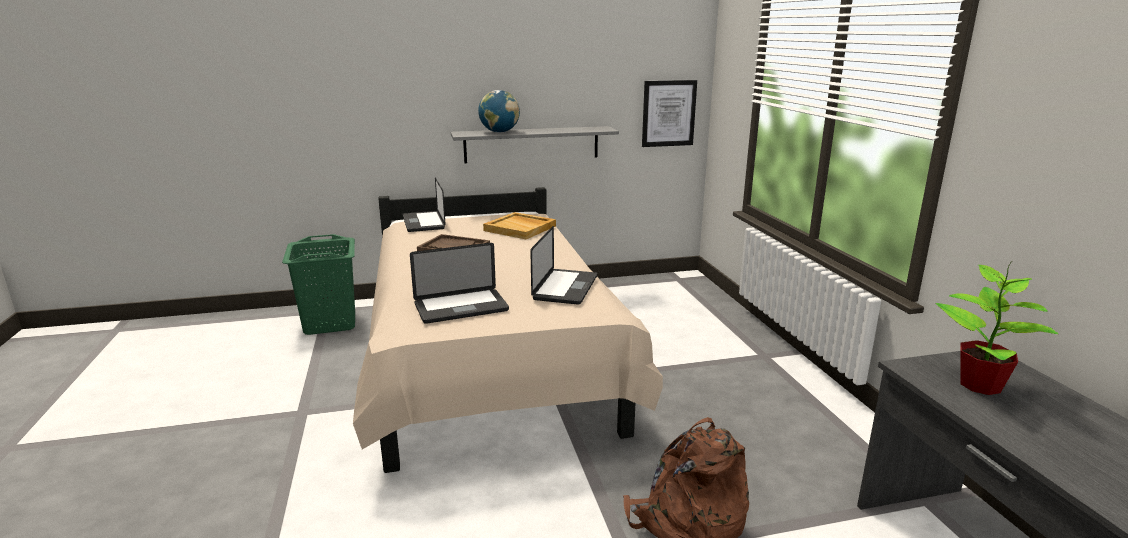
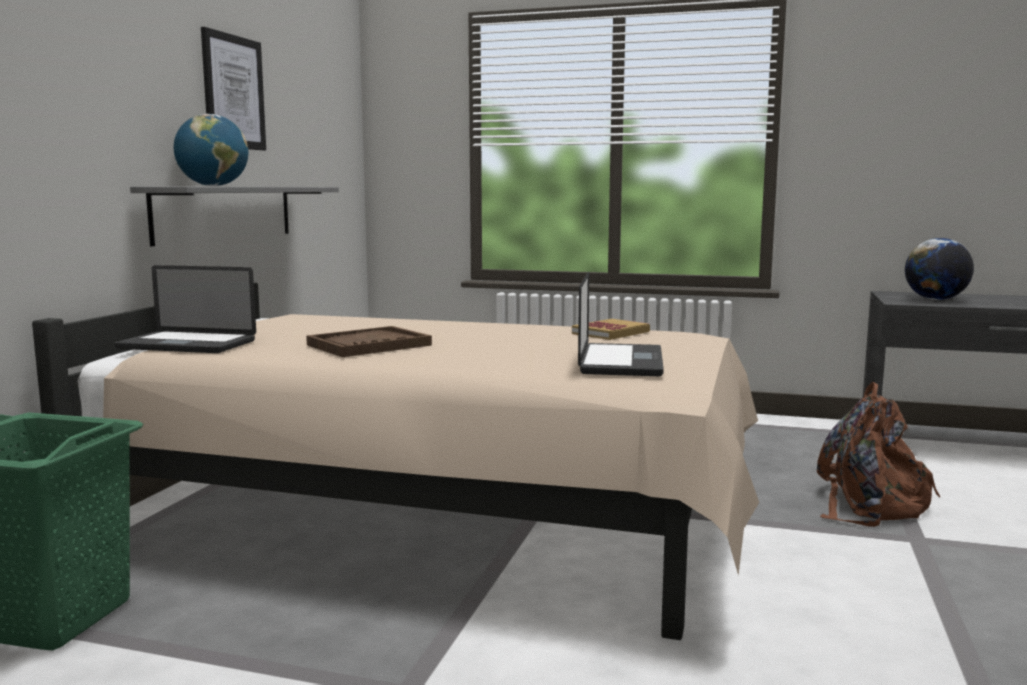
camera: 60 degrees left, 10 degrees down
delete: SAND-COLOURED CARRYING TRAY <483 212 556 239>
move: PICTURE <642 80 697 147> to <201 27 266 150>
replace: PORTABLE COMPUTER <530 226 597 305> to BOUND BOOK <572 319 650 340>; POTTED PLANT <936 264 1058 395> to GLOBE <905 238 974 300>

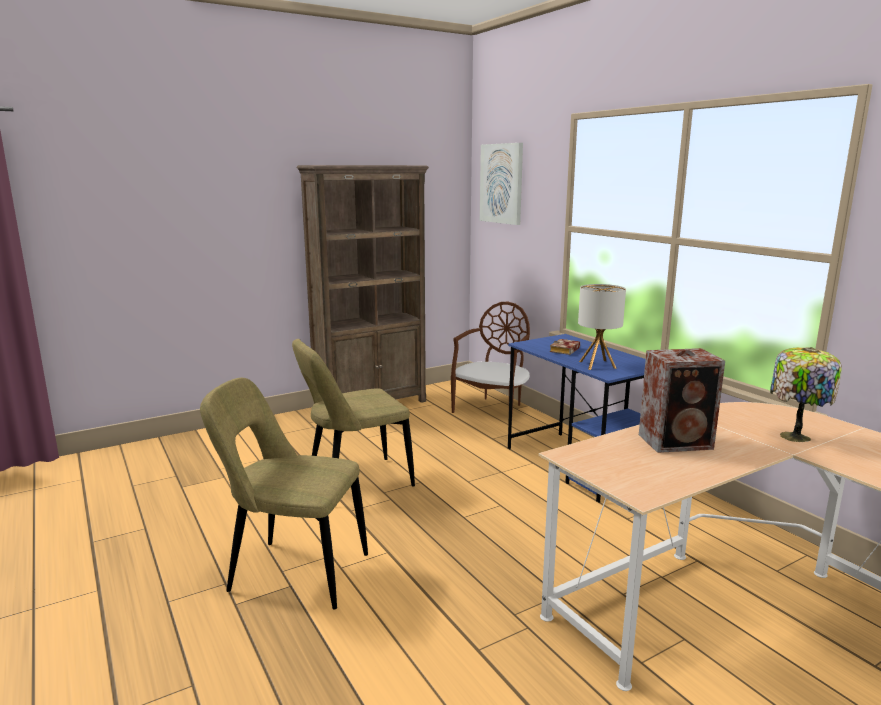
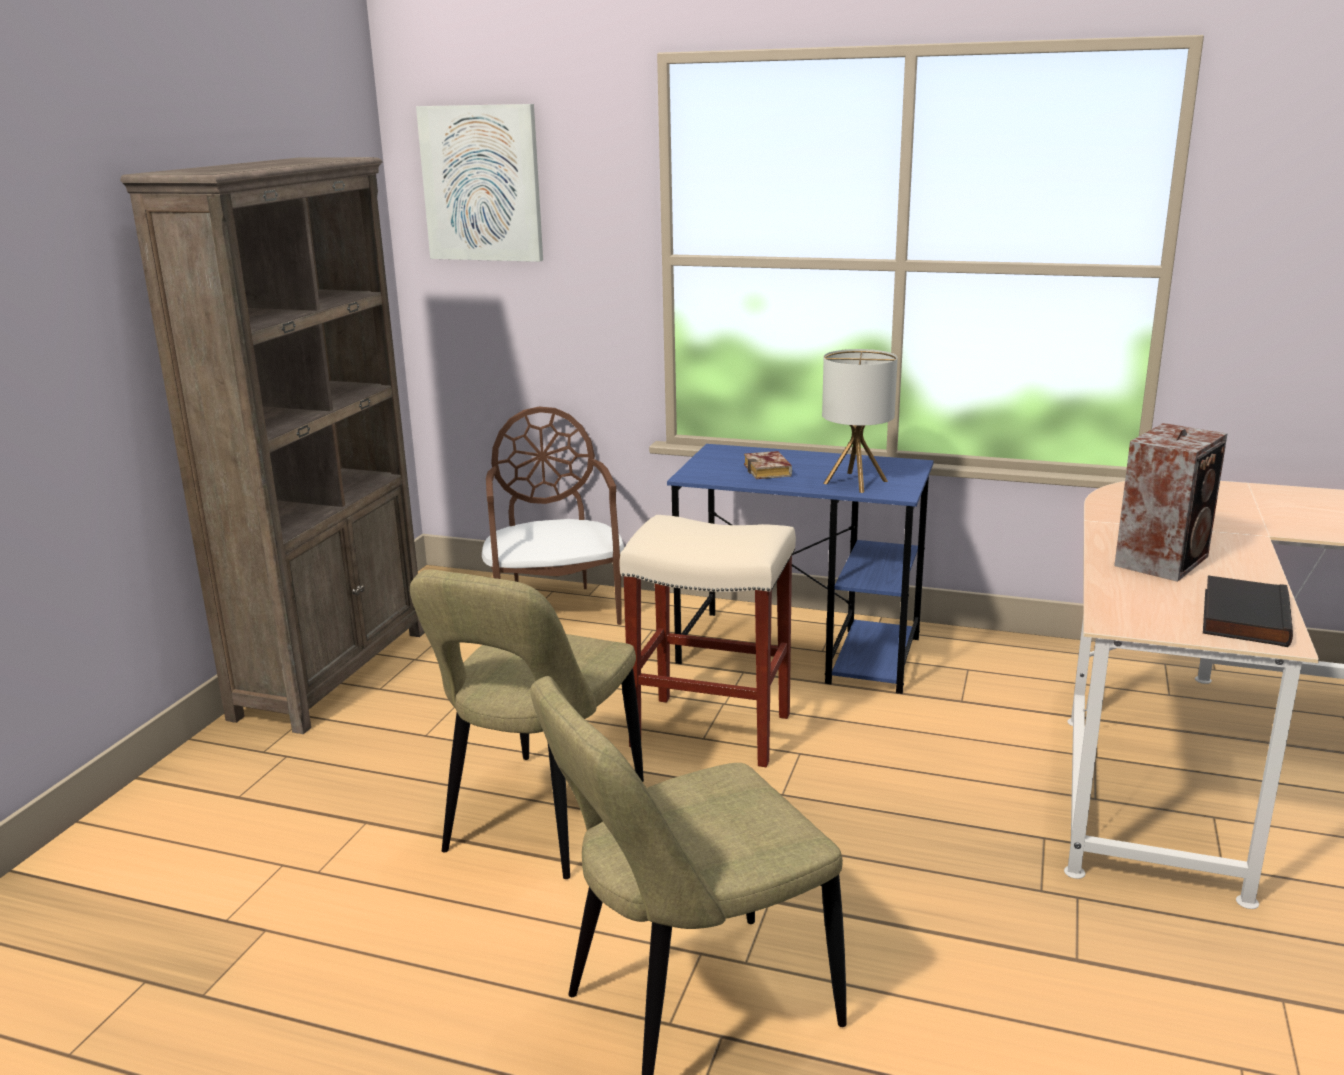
camera: 40 degrees left, 5 degrees up
delete: TABLE LAMP <770 347 842 442>
insert: SAND-COLOURED STOOL <620 515 796 767>; BLACKISH BOUND BOOK <1203 575 1293 647>

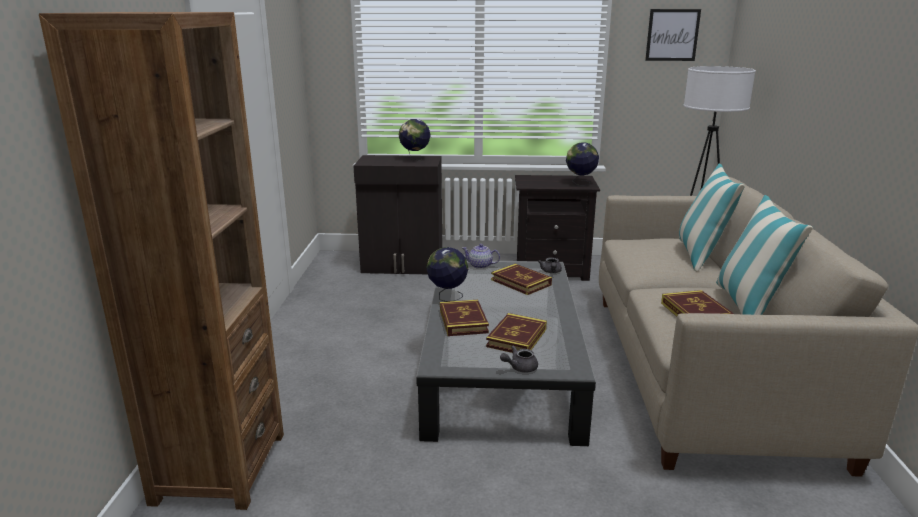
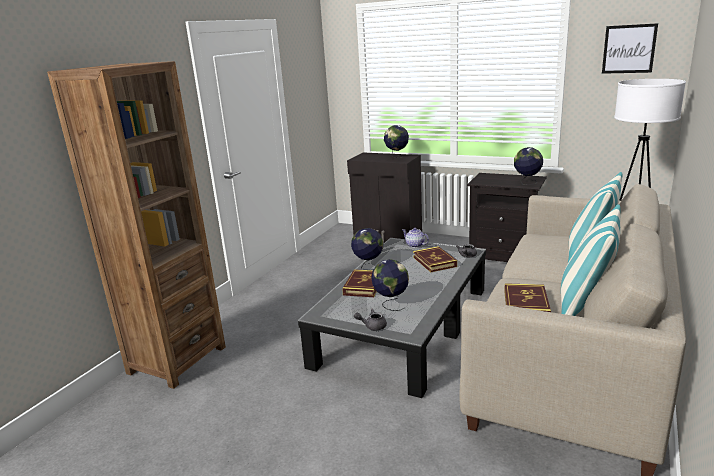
camera: 25 degrees right, 0 degrees up
replace: BOUND BOOK <486 313 547 353> to GLOBE <371 259 409 311>

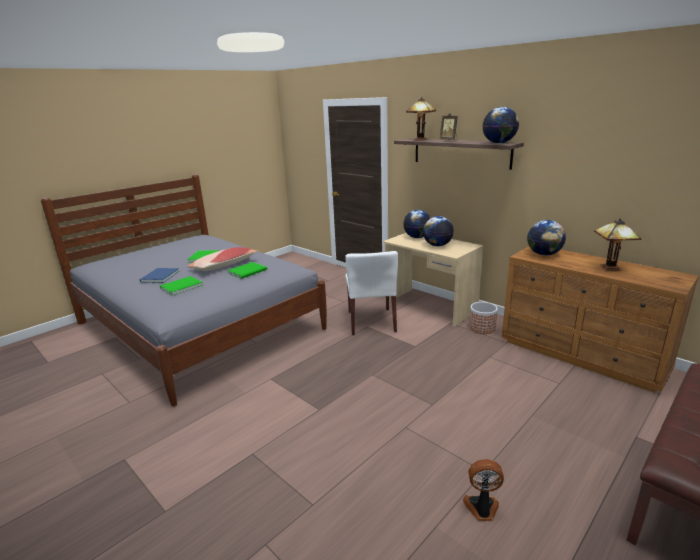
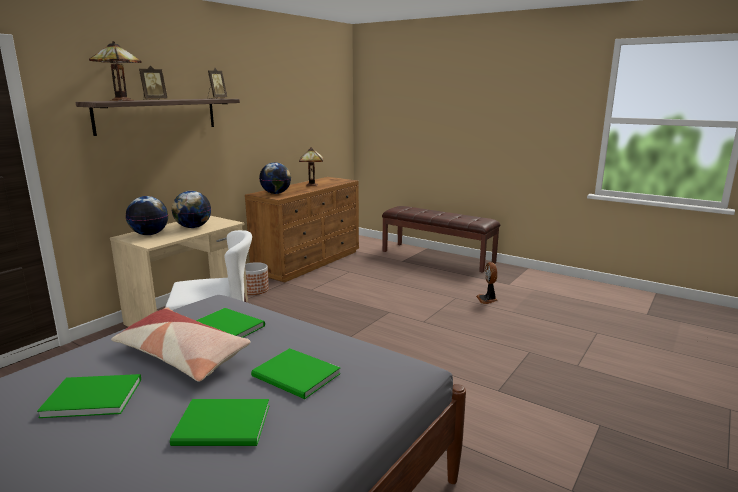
camera: 100 degrees left, 5 degrees down
replace: GLOBE <482 107 519 143> to PHOTO FRAME <208 68 227 99>
recolor: BLUE BOUND BOOK <140 268 179 283> to GREEN-COLOURED BOUND BOOK <170 399 269 446>

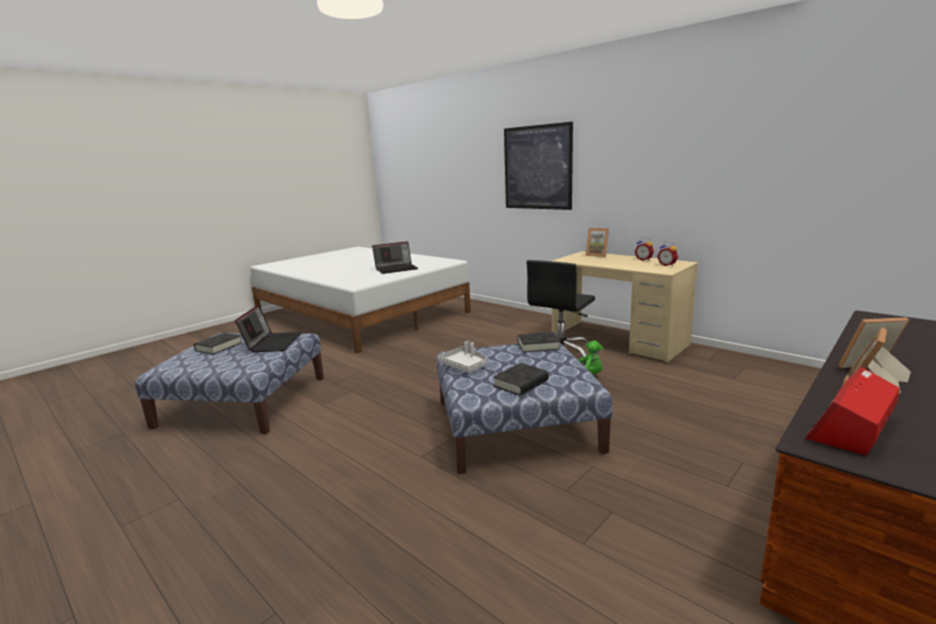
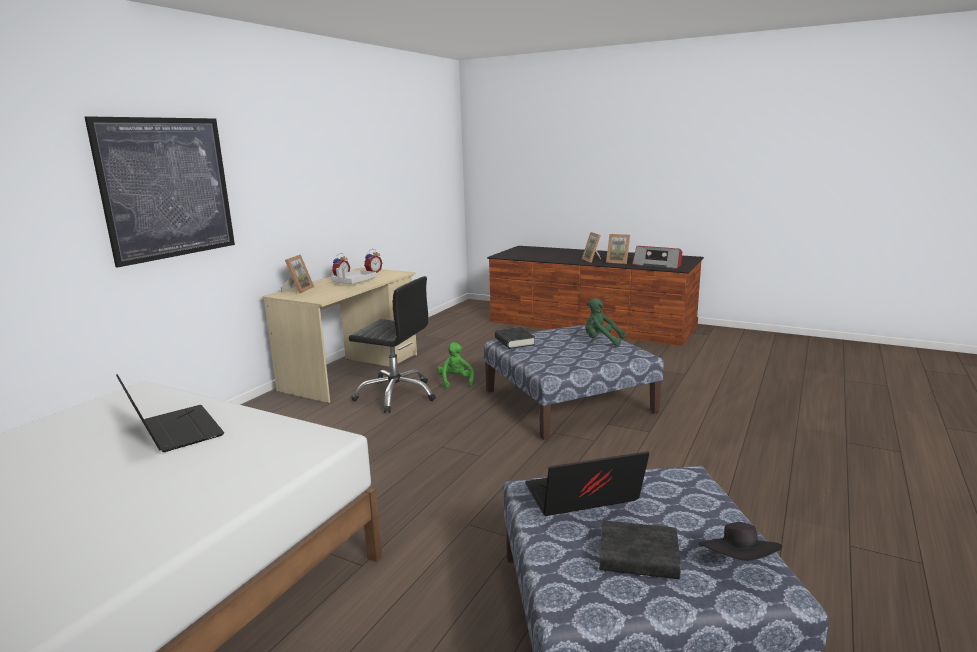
camera: 105 degrees left, 0 degrees up
insert: BLACKISH HAT <699 522 782 561>
move: GREYISH CARRYING TRAY <438 341 488 372> to <331 267 377 284>
replace: BLACKISH BOUND BOOK <493 363 548 396> to GREEN-COLOURED CUDDLY TOY <585 298 625 346>

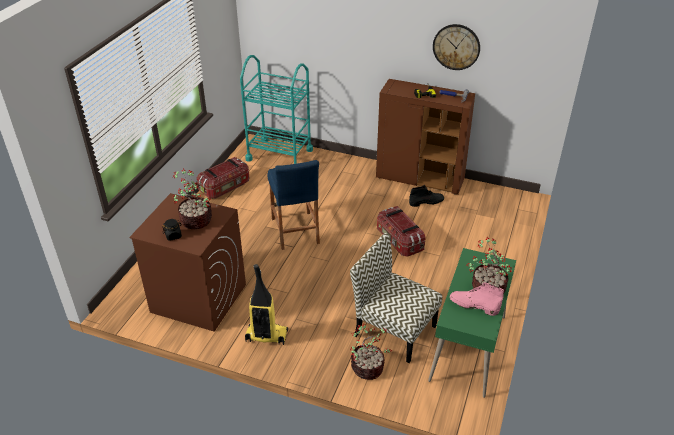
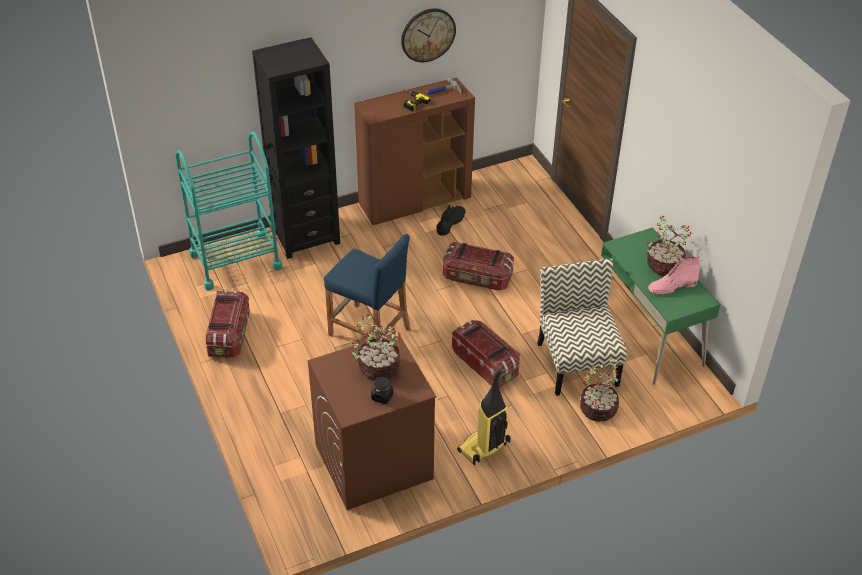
camera: 45 degrees left, 5 degrees up
insert: BLACKISH BOOKSHELF <252 37 340 259>; STORAGE BOX <452 320 520 388>
rotate: UPRIGHT CHAIR <350 233 442 363> = <537 259 627 396> 90 degrees clockwise

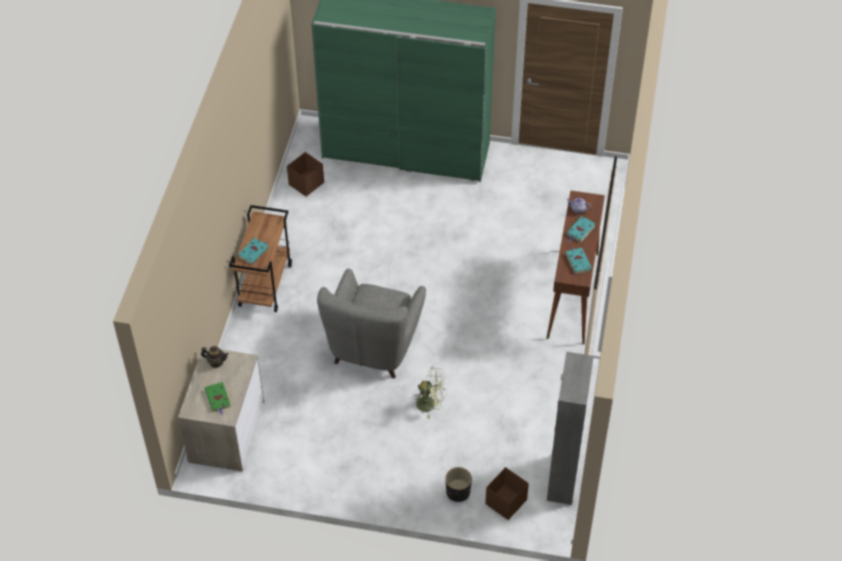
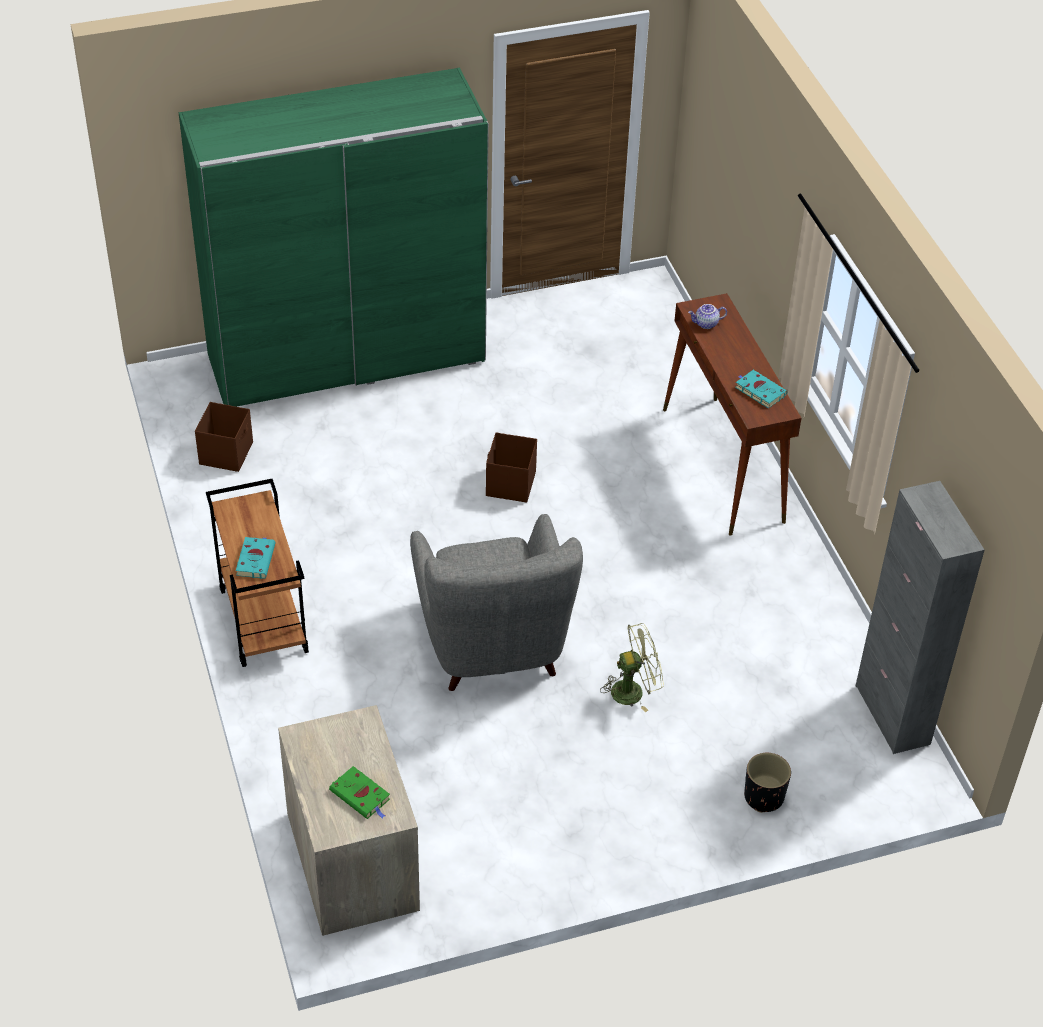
camera: 30 degrees left, 5 degrees down
delete: POT FOR TEA <201 346 228 368>; BLUE-GREEN BOUND BOOK <566 216 596 243>
move: BROWN-COLOURED STORAGE BOX <485 467 529 520> to <486 432 537 503>

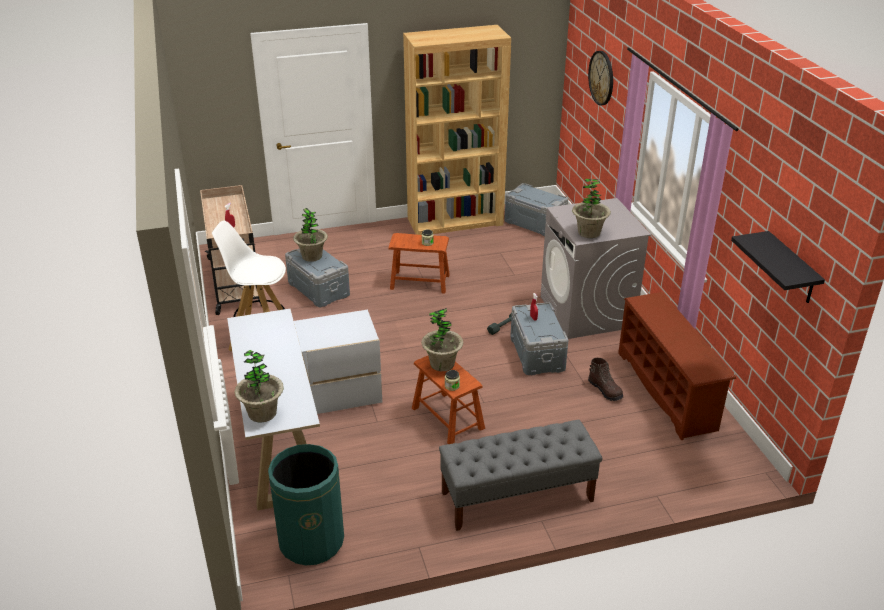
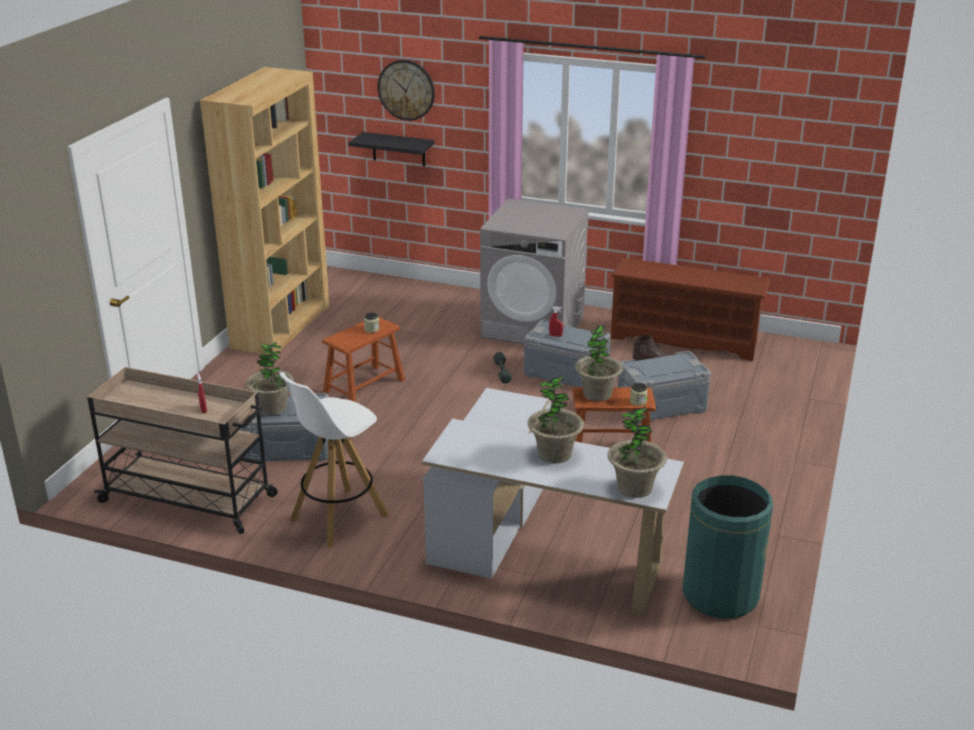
camera: 55 degrees left, 5 degrees down
delete: GREYISH INDOOR BENCH <439 420 602 531>
move: GREYISH STORAGE BOX <505 183 568 236> to <618 351 711 423>; POTTED PLANT <572 179 611 238> to <528 375 584 464>; BLACKISH SHELF <731 231 825 303> to <348 132 435 166>

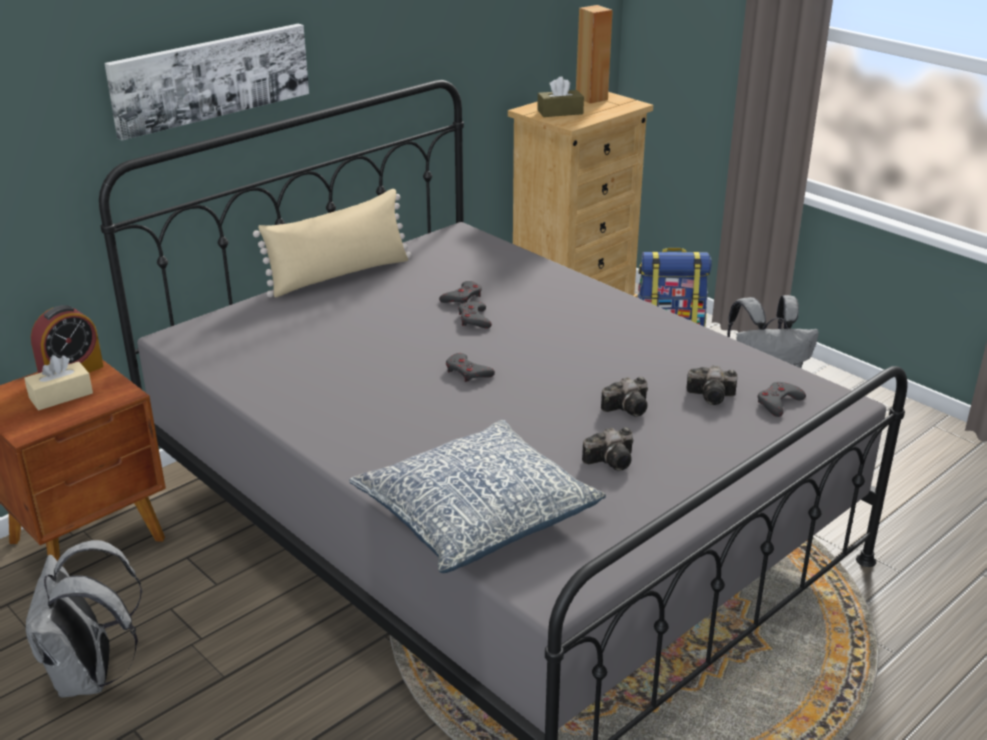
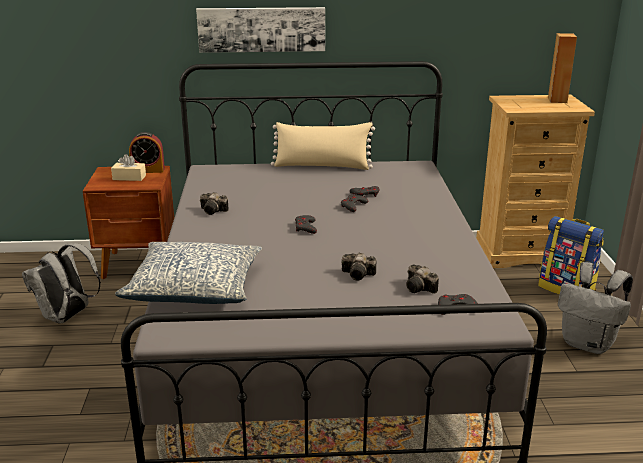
camera: 40 degrees right, 5 degrees down
delete: BROWN-COLOURED TISSUE HOLDER <537 76 584 117>
move: PHOTO CAMERA <582 427 633 471> to <200 192 229 215>

